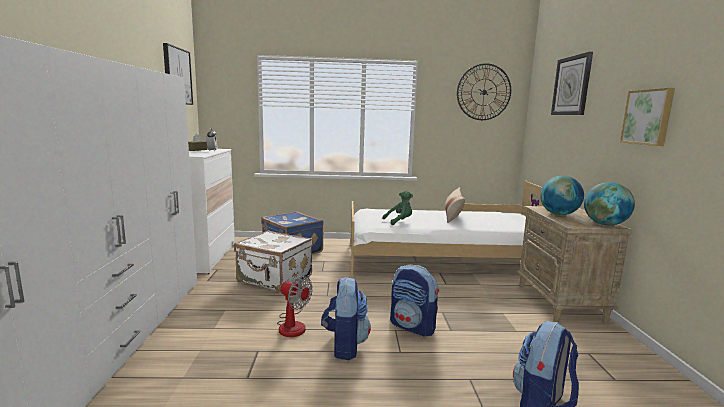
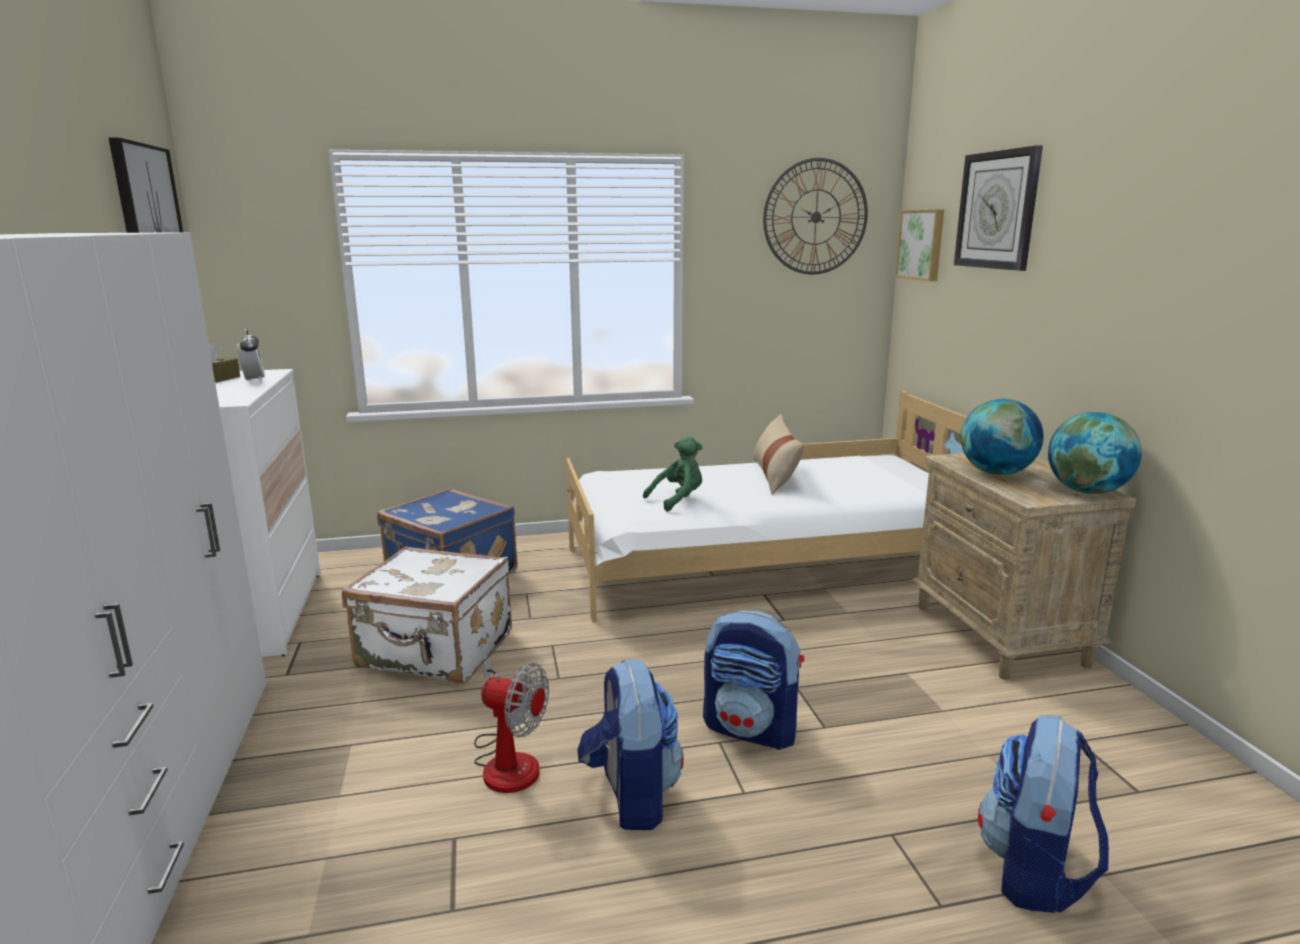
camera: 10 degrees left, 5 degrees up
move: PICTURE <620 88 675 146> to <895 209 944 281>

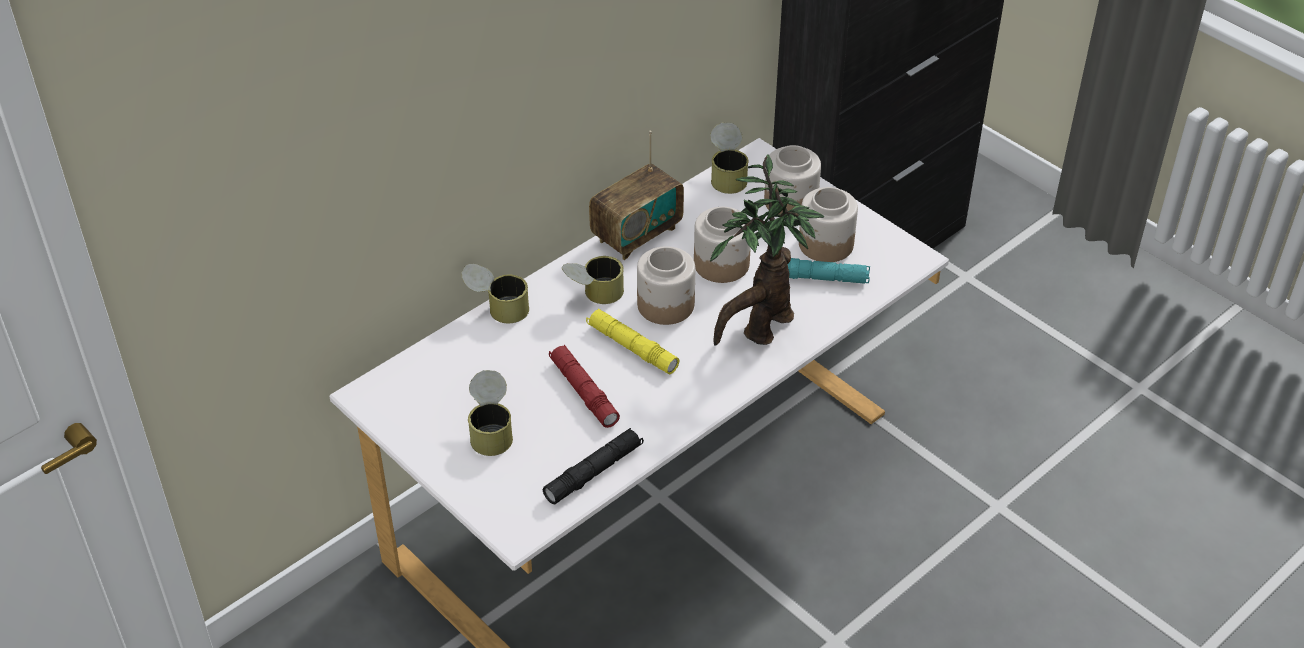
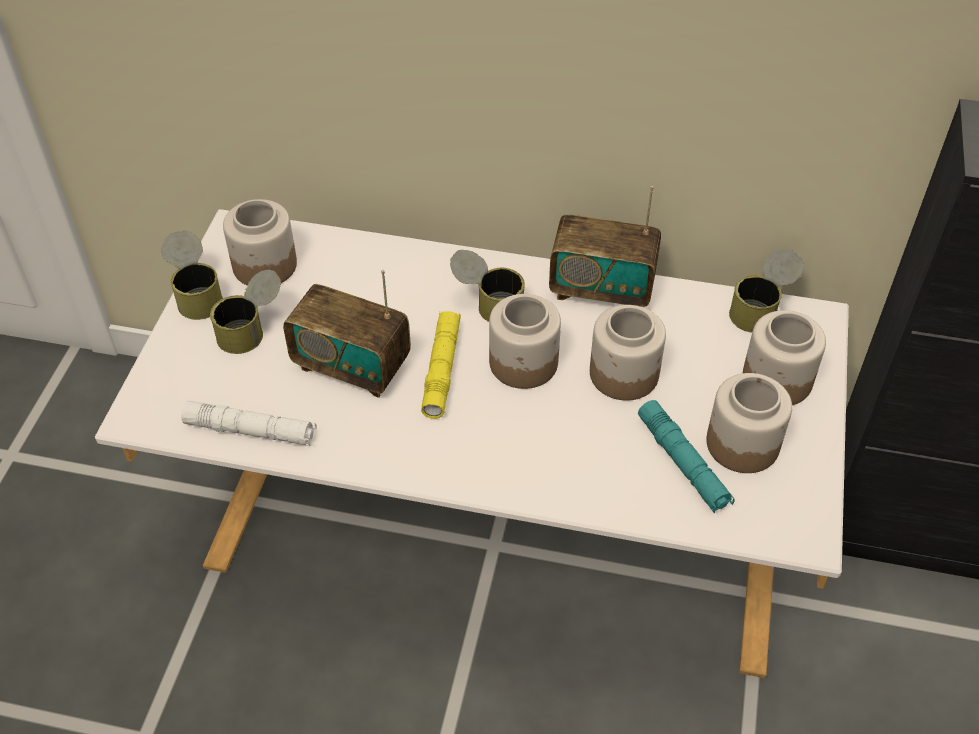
camera: 55 degrees right, 5 degrees up
delete: POTTED PLANT <710 154 824 346>
insert: STORAGE JAR <223 199 297 286>
move: CAN <461 264 529 323> to <161 231 223 320>
replace: REDDISH HAND TORCH <549 345 620 428> to RADIO <283 270 411 398>
recolor: BLACKISH HAND TORCH <543 428 644 504> to WHITISH HAND TORCH <181 401 317 446>

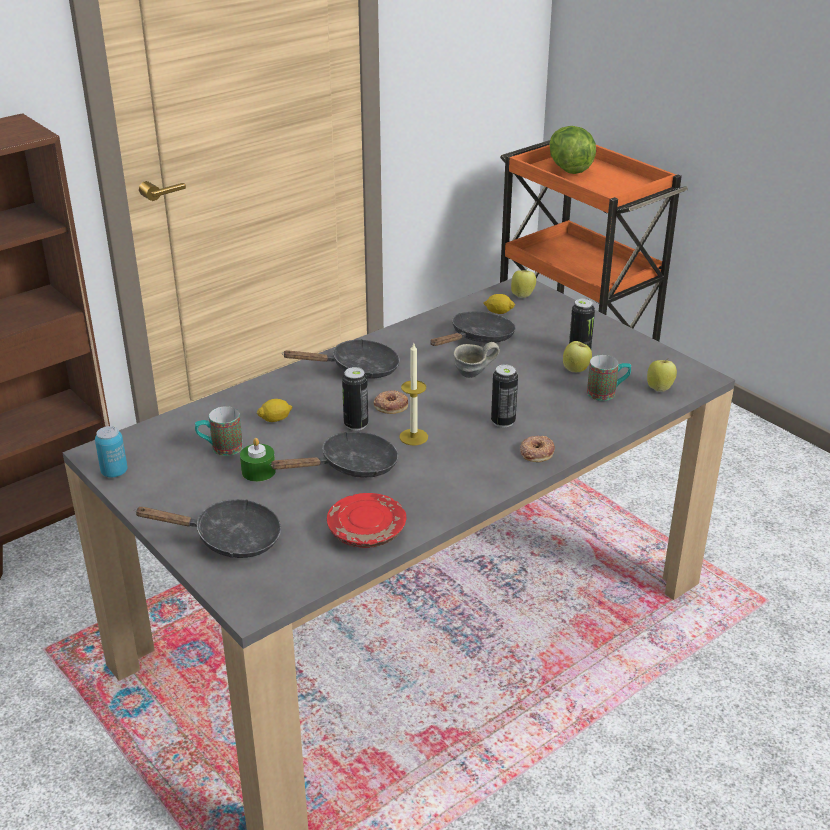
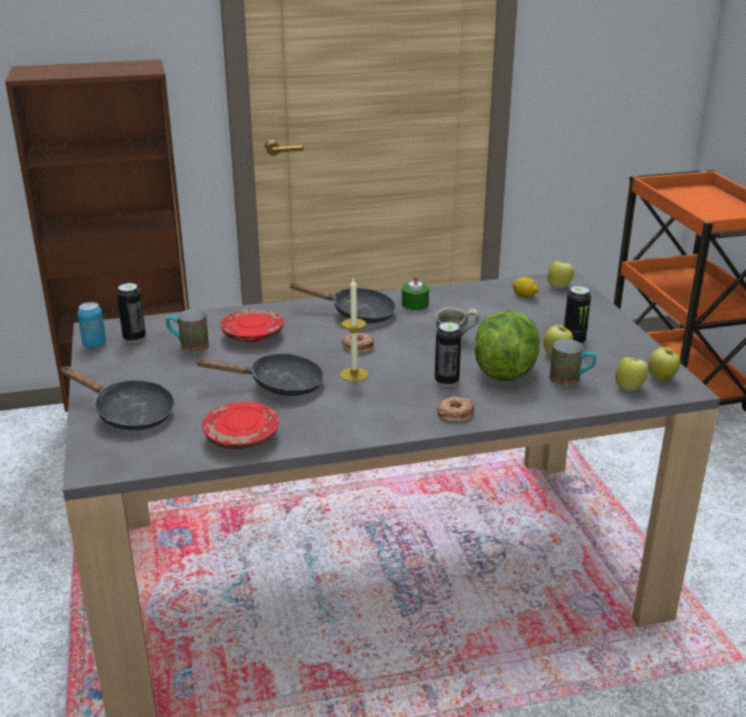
camera: 25 degrees right, 5 degrees down
delete: BLACKISH FRYING PAN <430 312 516 346>
insert: WHOLE APPLE <648 347 681 381>
move: GREEN-COLOURED WAX CANDLE <240 438 276 482> to <402 274 429 310>; CAN <342 367 368 431> to <117 283 146 343>; LETTUCE <550 126 596 174> to <475 311 540 381>
replace: CITRUS FRUIT <257 399 292 422> to REDDISH DINNER PLATE <220 309 284 342>

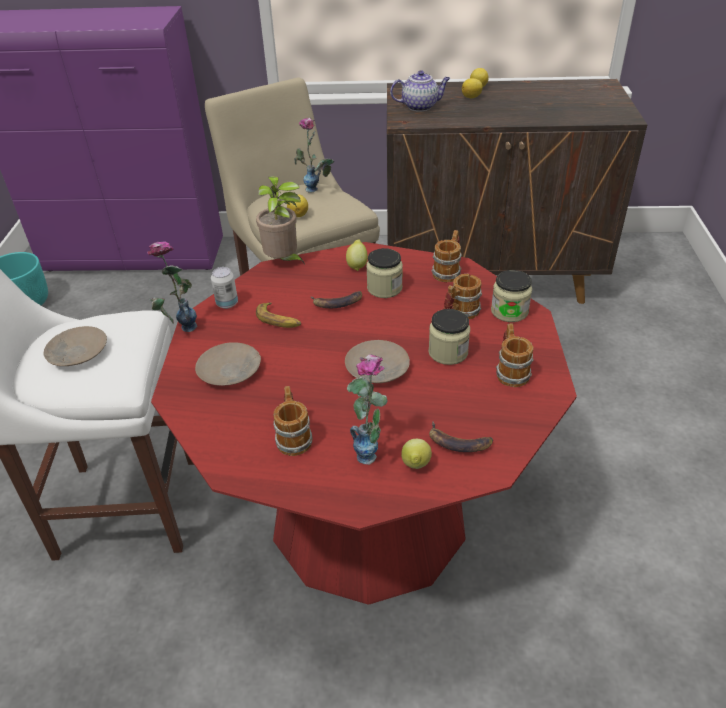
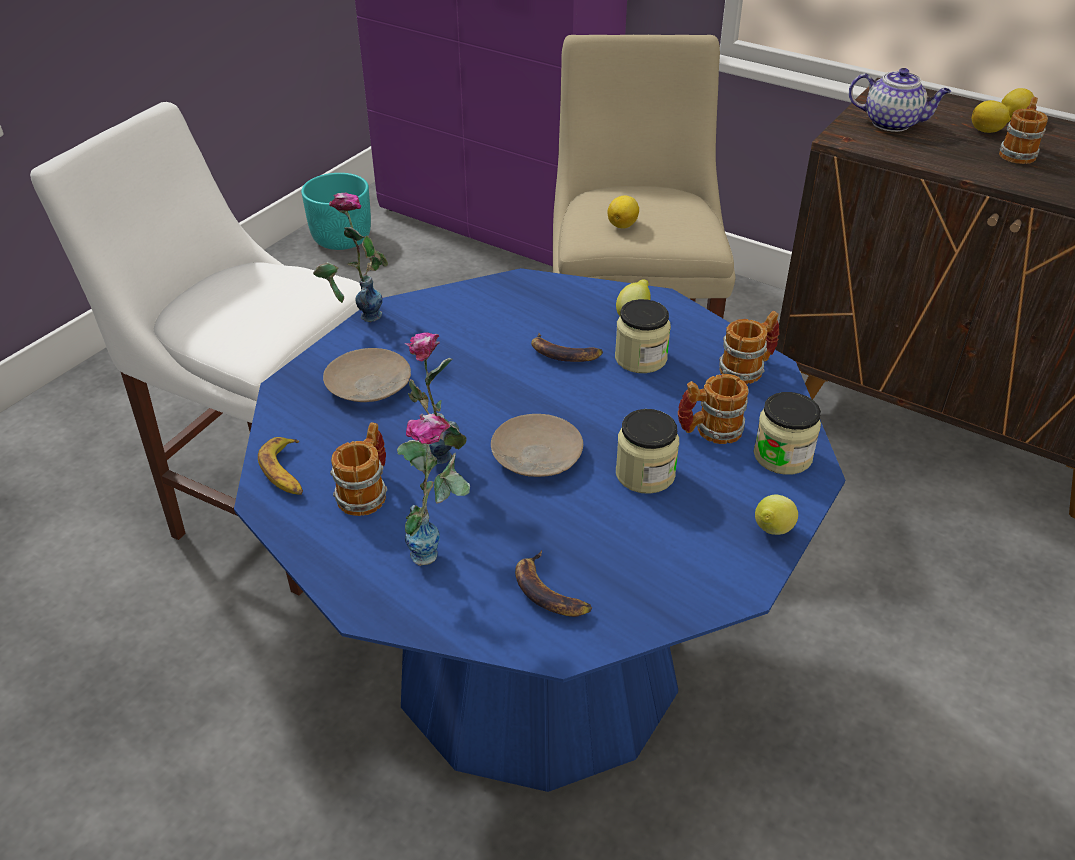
camera: 30 degrees right, 0 degrees up
delete: SAND-COLOURED DINNER PLATE <43 326 107 366>; CAN <211 267 238 309>; POTTED PLANT <256 176 305 264>
move: BANANA <256 302 301 328> to <258 437 303 495>; DECORATIVE VASE <294 118 334 193> to <404 333 467 464>; CITRUS FRUIT <401 439 432 469> to <755 495 798 535>; MUG <496 323 534 387> to <999 97 1048 164>
recolor: REDDISH DINNER TABLE <151 242 577 605> to BLUE DINNER TABLE <234 268 845 792>

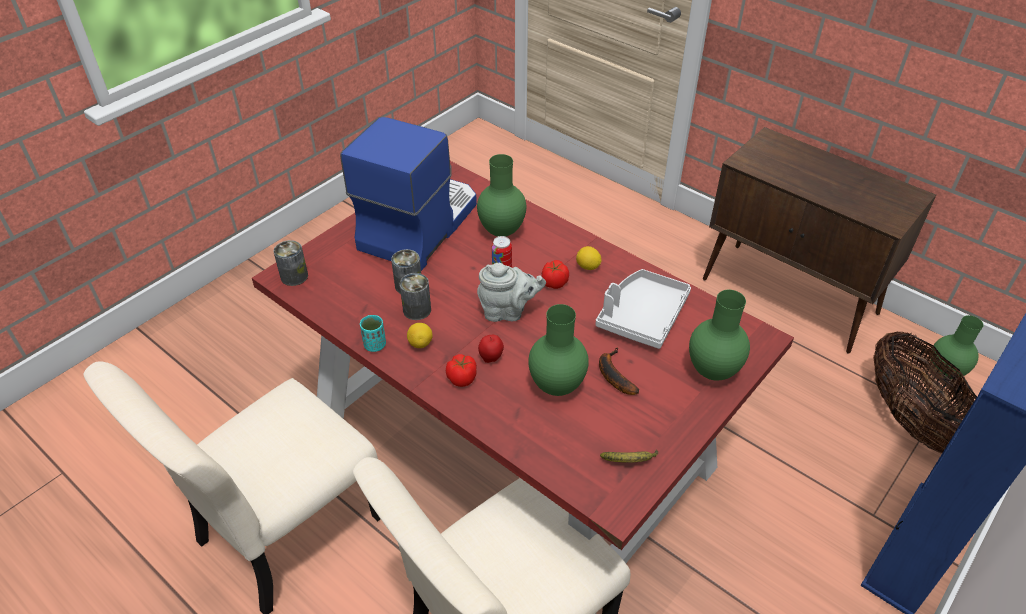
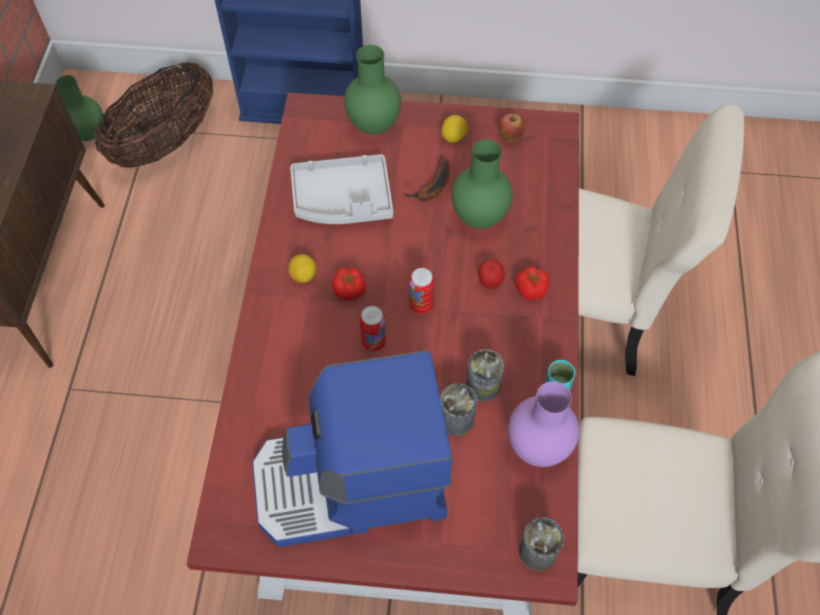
camera: 125 degrees left, 15 degrees up
delete: GREEN-COLOURED DECORATIVE VASE <477 154 526 237>
insert: PURPLE DECORATIVE VASE <508 381 579 467>
move: CITRUS FRUIT <407 323 433 348> to <441 115 468 143>
replace: GREYISH POT FOR TEA <477 263 546 322> to CAN <409 268 434 314>; BANANA <600 450 658 463> to WHOLE APPLE <499 112 525 142>

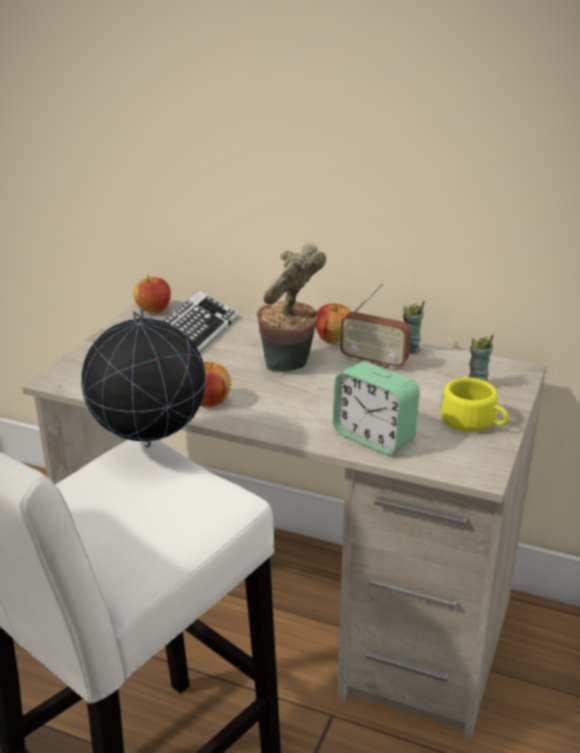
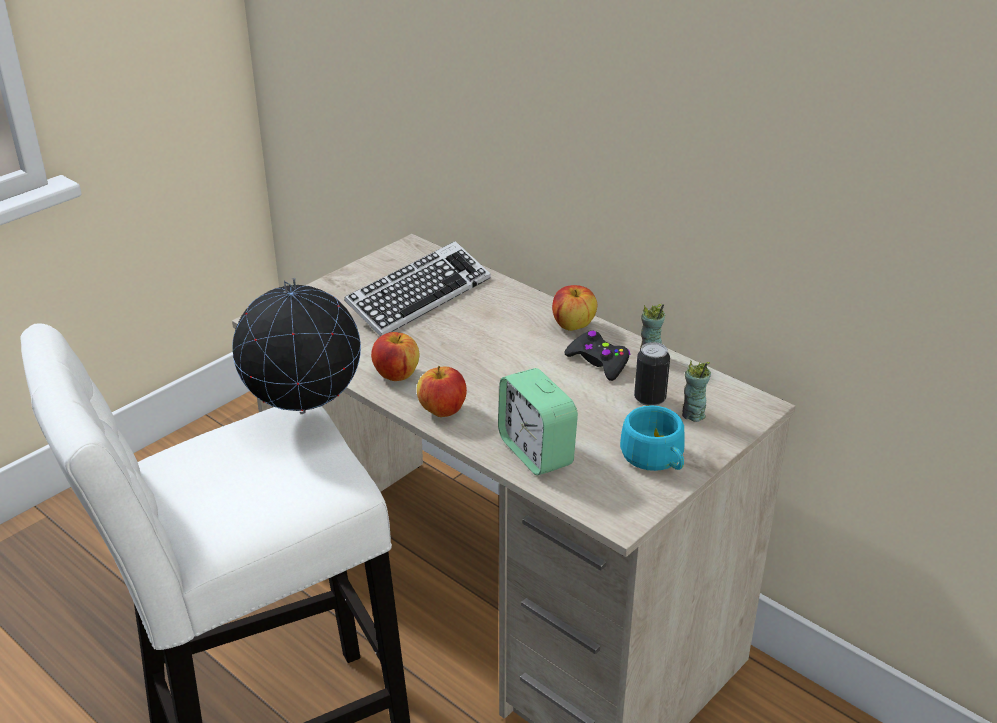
camera: 20 degrees right, 5 degrees up
delete: POTTED PLANT <257 244 326 371>
insert: CAN <634 342 670 406>
move: WHOLE APPLE <133 275 171 314> to <417 366 467 417>
replace: RADIO <340 283 411 370> to BLACKISH JOYPAD <565 331 630 381>
recolor: YELLOWISH SMALL CUP <440 378 508 432> to BLUE-GREEN SMALL CUP <620 405 685 471>

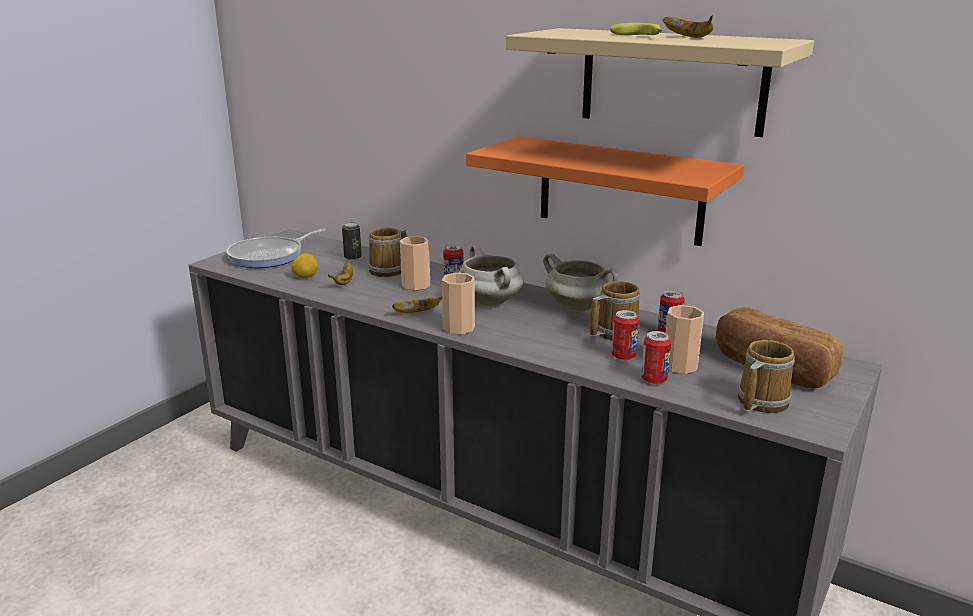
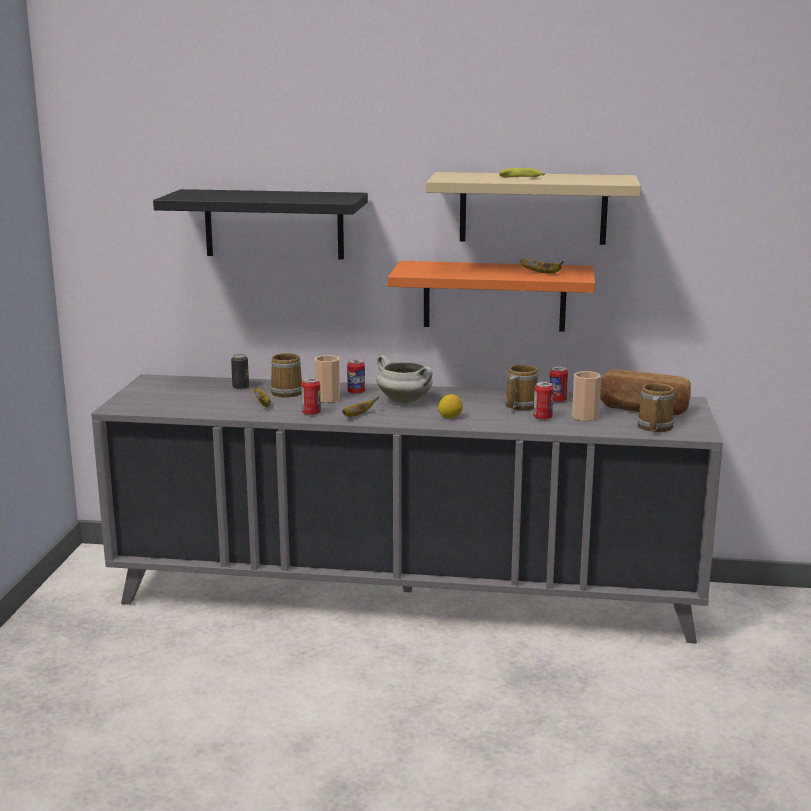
camera: 25 degrees left, 5 degrees down
delete: FRYING PAN <226 229 326 268>; SMALL CUP <442 273 475 334>; WHITISH COOKING POT <543 253 618 312>
insert: BLACKISH SHELF <153 189 368 259>
move: CITRUS FRUIT <291 254 318 278> to <438 394 463 418>; CAN <641 331 671 384> to <301 378 321 416>; BANANA <663 16 713 38> to <520 259 564 274>

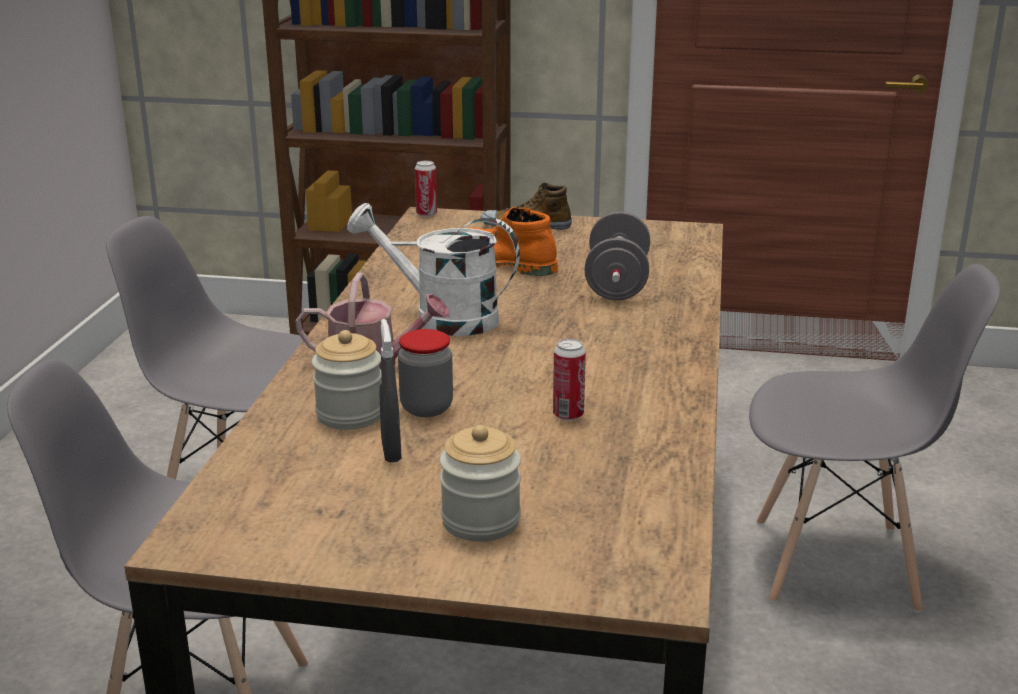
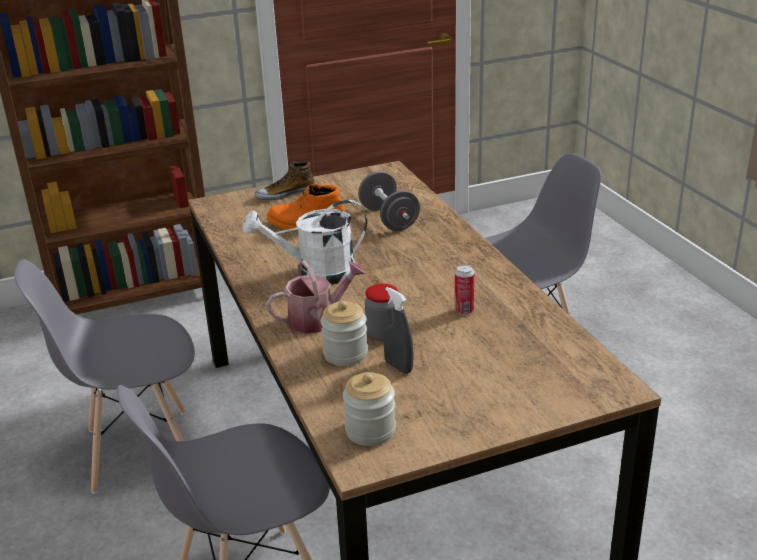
camera: 30 degrees left, 5 degrees up
delete: CAN <415 160 437 217>
move: STORAGE JAR <440 425 521 542> to <343 372 396 446>

